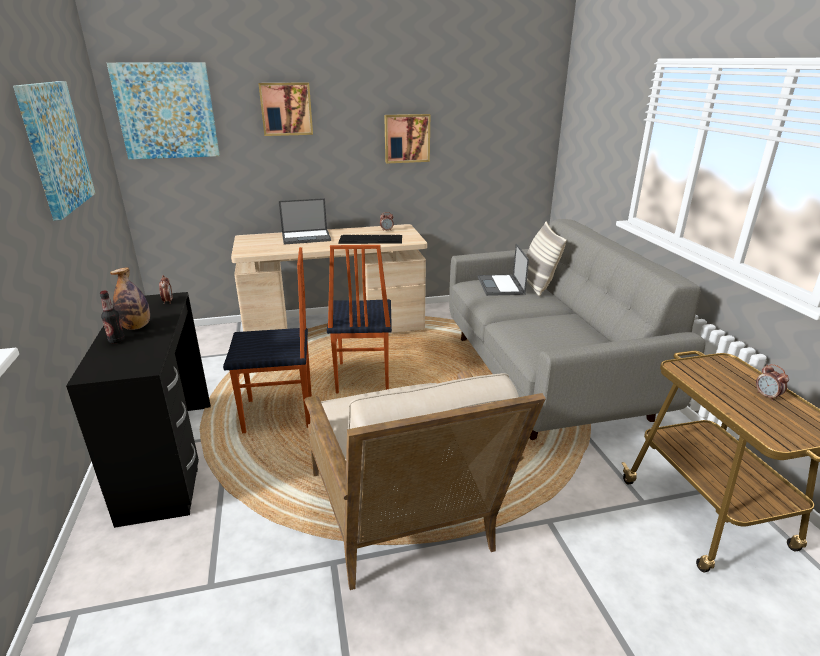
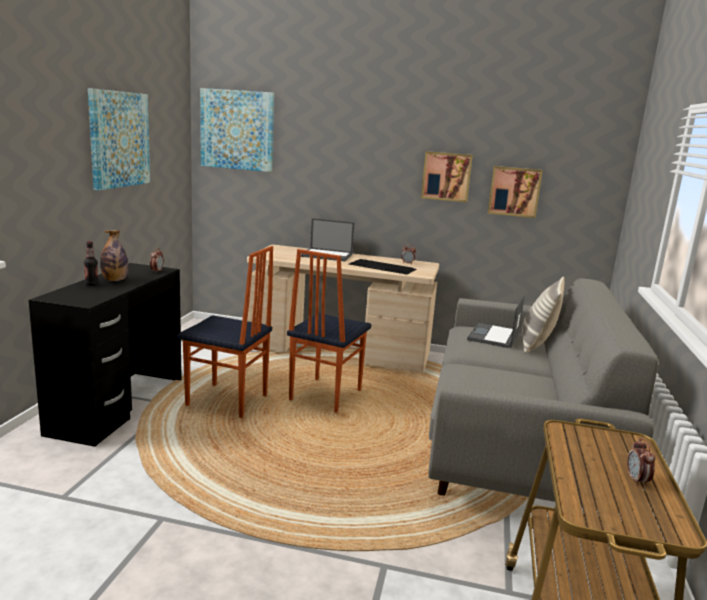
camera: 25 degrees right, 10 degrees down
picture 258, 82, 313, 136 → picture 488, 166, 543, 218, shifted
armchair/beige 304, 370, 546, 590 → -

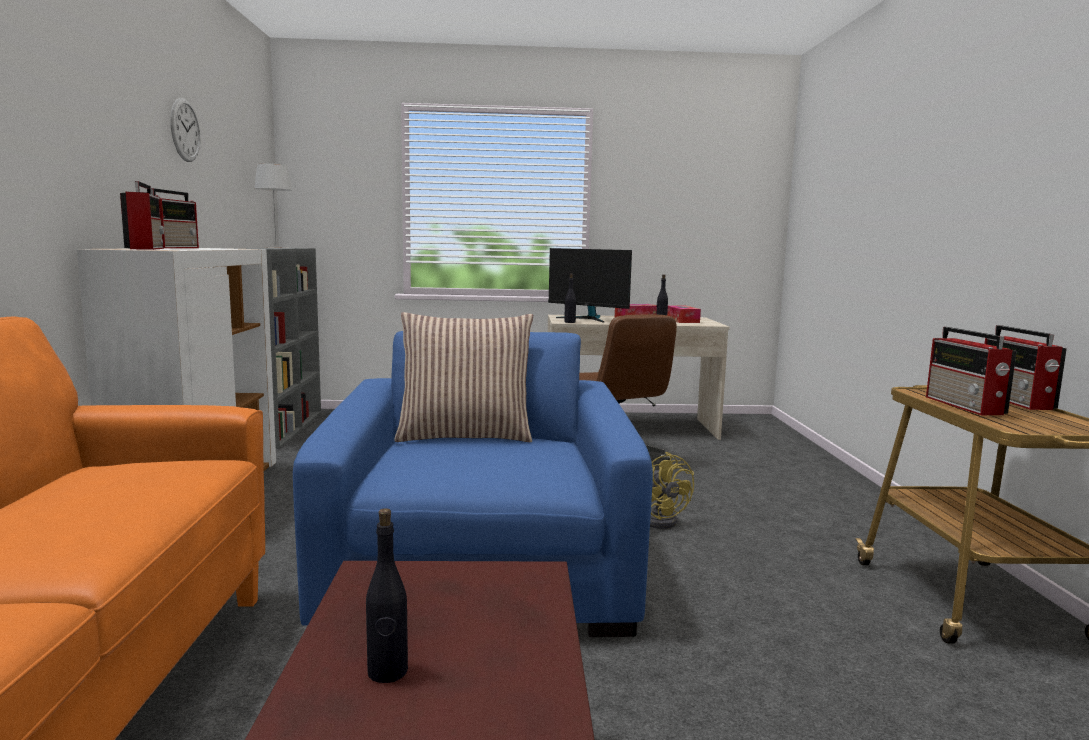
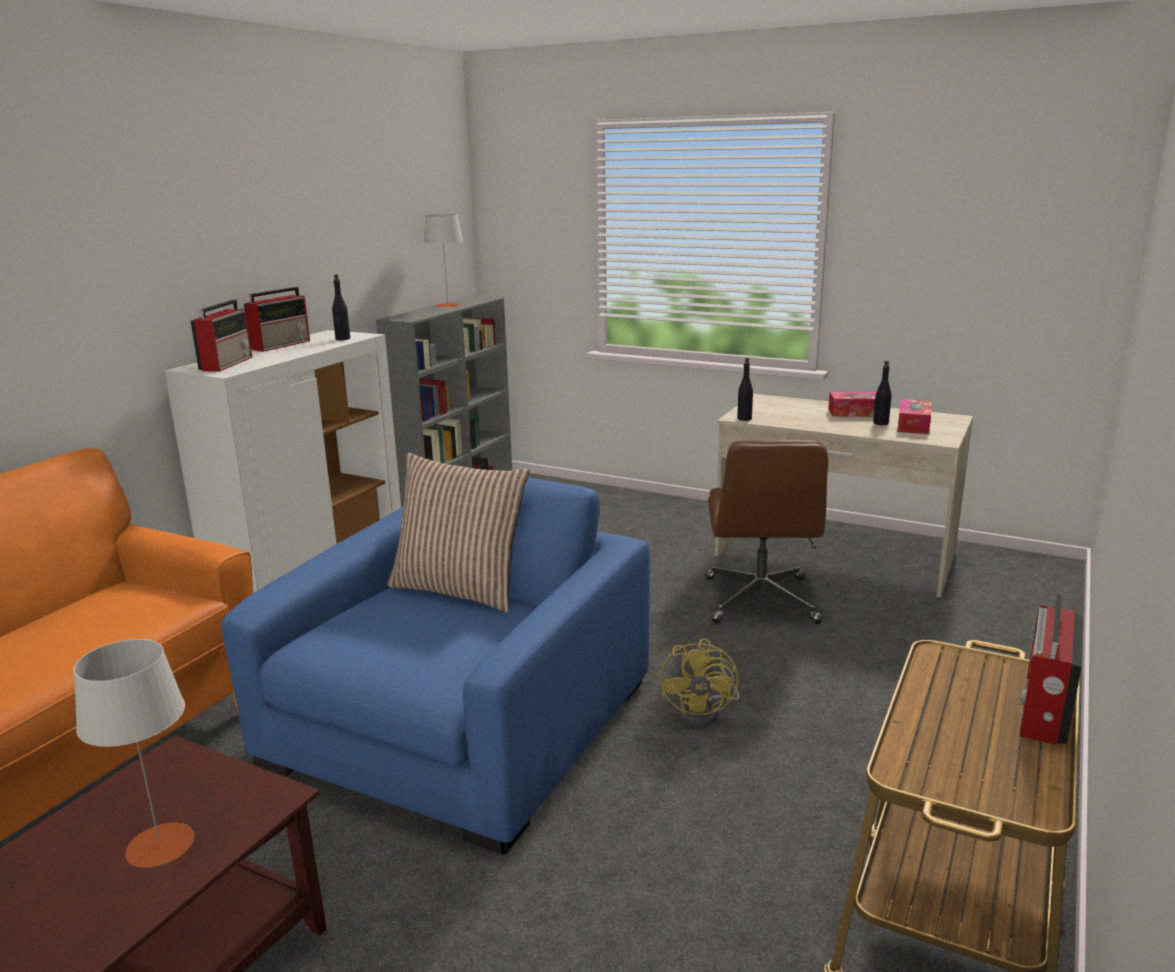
camera: 30 degrees right, 10 degrees up
- → table lamp/grey 73, 639, 194, 868
bottle/black 366, 508, 408, 683 → bottle/black 332, 274, 350, 340, shifted
wall clock 170, 98, 200, 162 → -
monitor 548, 248, 632, 322 → -
radio 926, 327, 1017, 415 → -

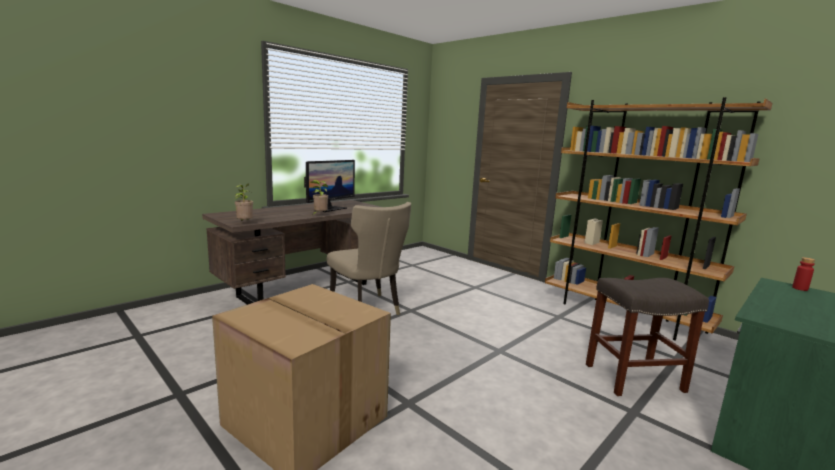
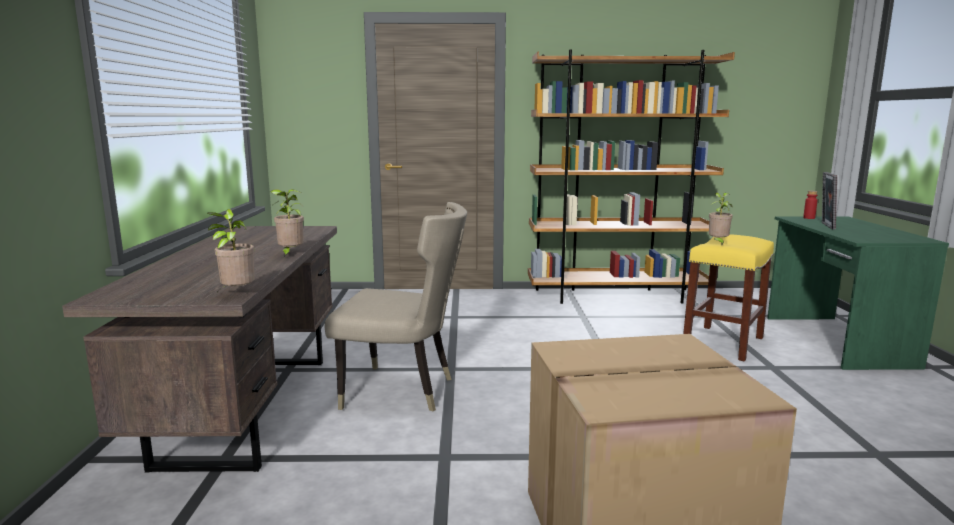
camera: 45 degrees left, 0 degrees up
stool/grey 586, 278, 709, 396 → stool/yellow 683, 234, 774, 361
- → potted plant 709, 193, 733, 245
- → picture frame 822, 172, 837, 229
monitor 304, 160, 355, 212 → -

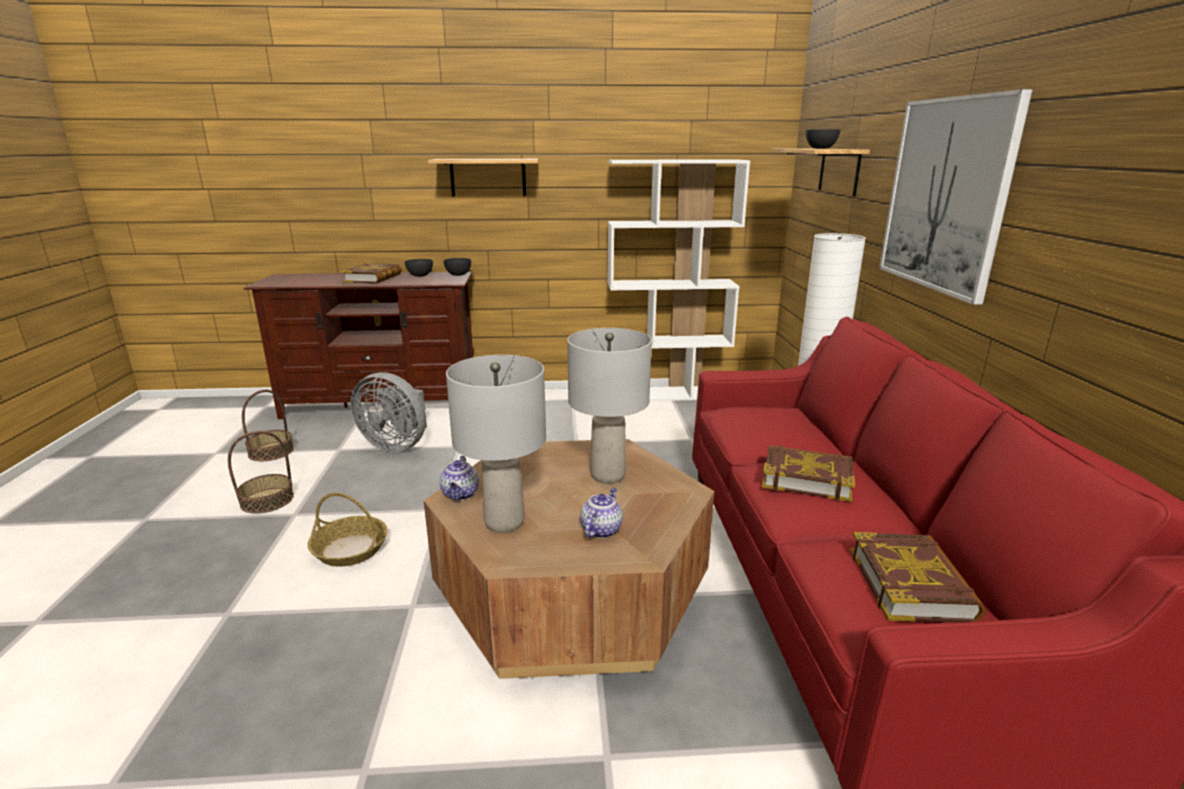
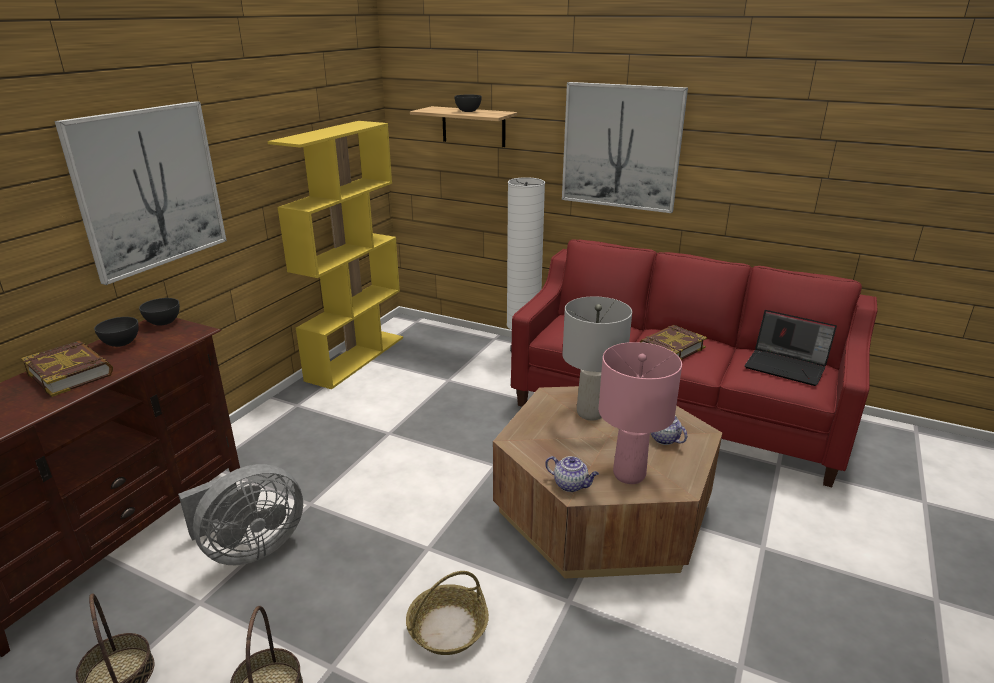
camera: 60 degrees left, 5 degrees up
shelf 428, 159, 538, 197 → picture 54, 101, 227, 285
bookcase/white 607, 159, 750, 401 → bookcase/yellow 268, 121, 403, 389
table lamp/grey 446, 355, 546, 533 → table lamp/pink 599, 342, 682, 484
book 850, 532, 986, 622 → laptop 745, 310, 837, 386

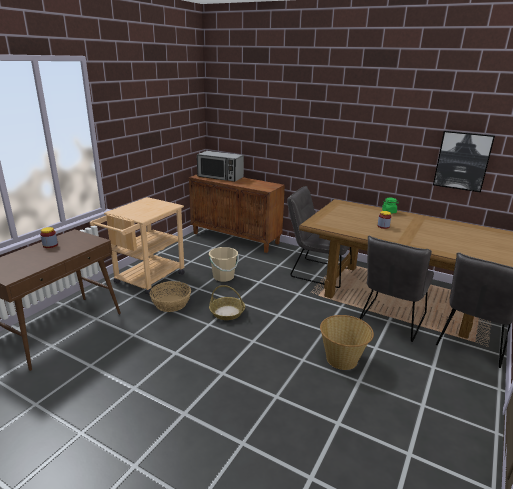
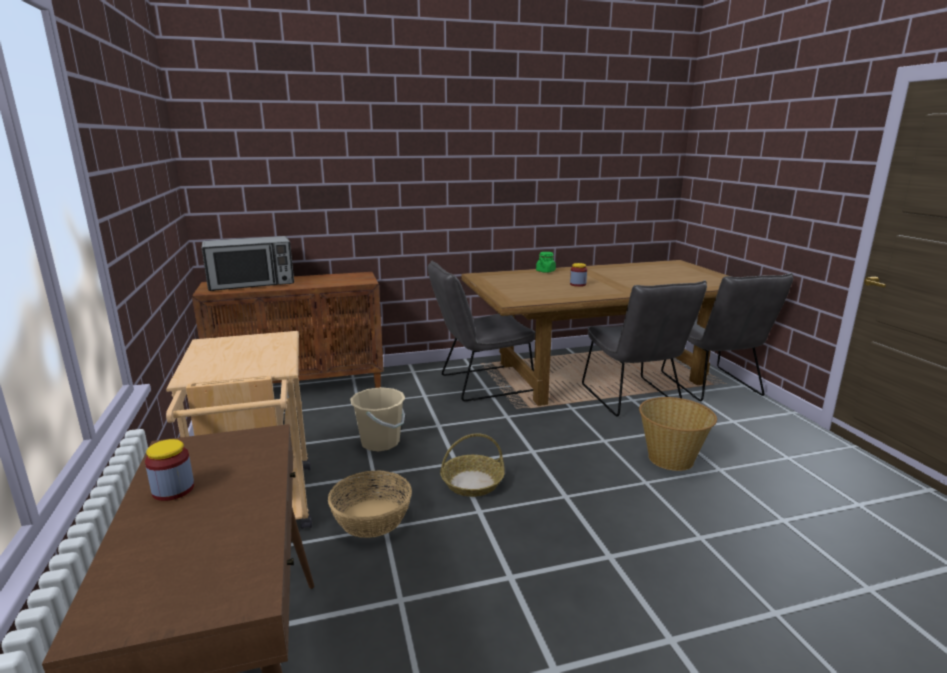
camera: 45 degrees left, 5 degrees down
picture 433, 131, 495, 192 → -

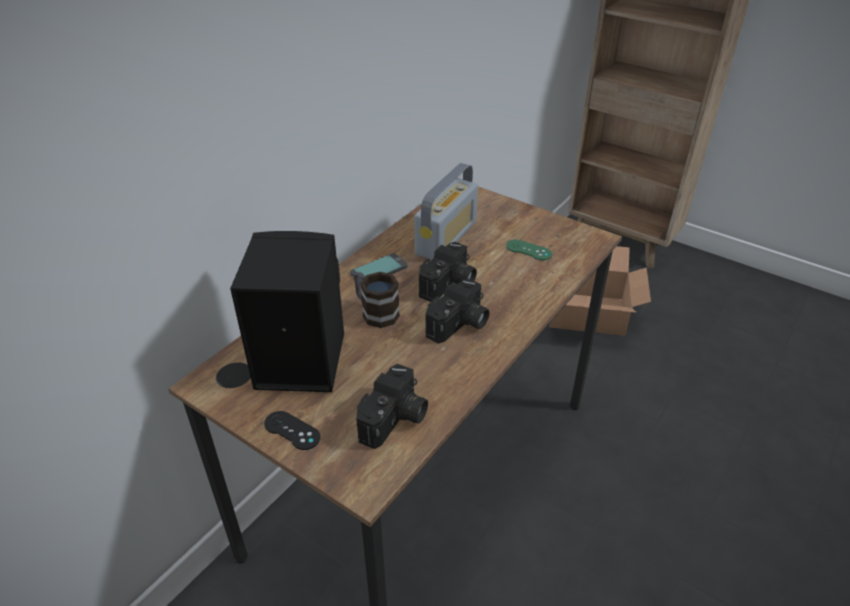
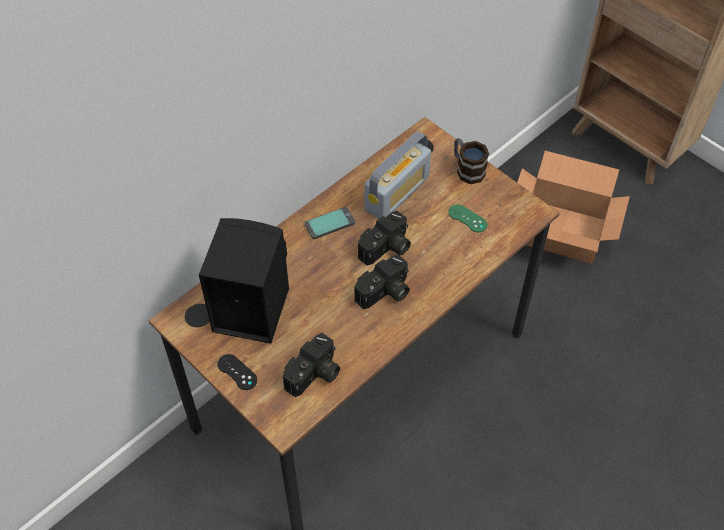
camera: 10 degrees right, 15 degrees up
mug 354, 272, 400, 328 → mug 454, 138, 489, 184, shifted

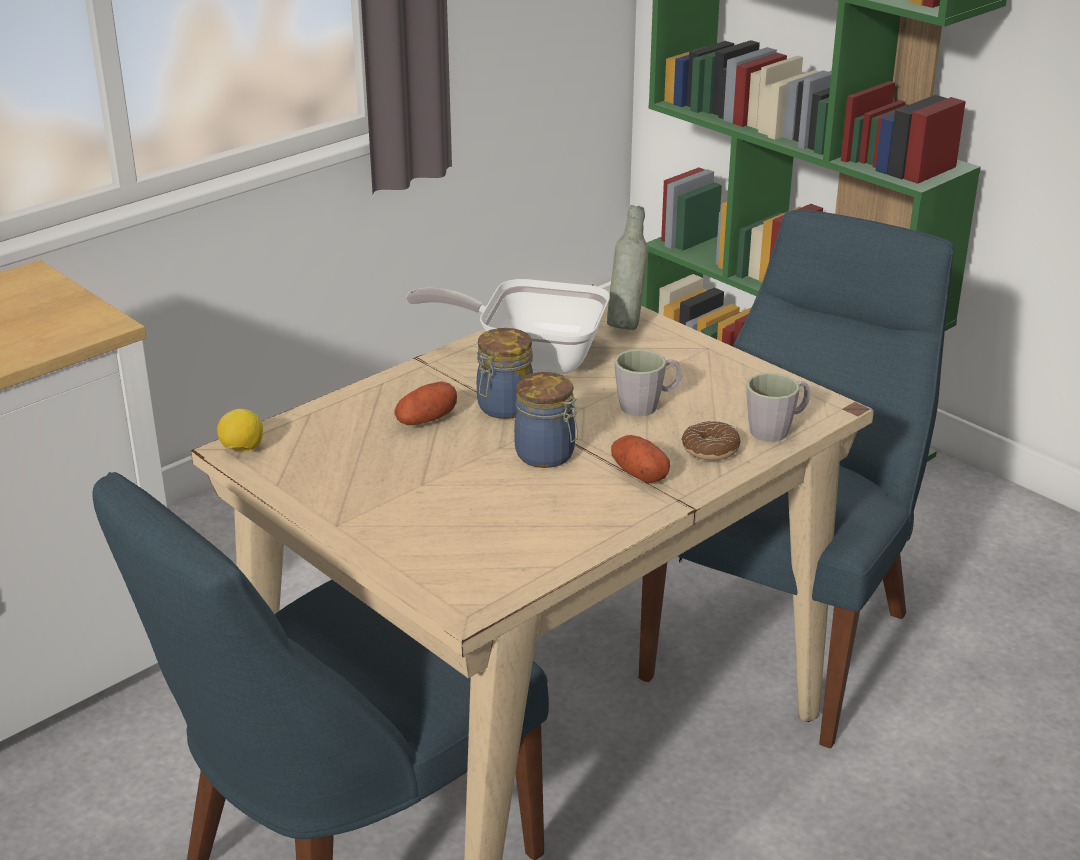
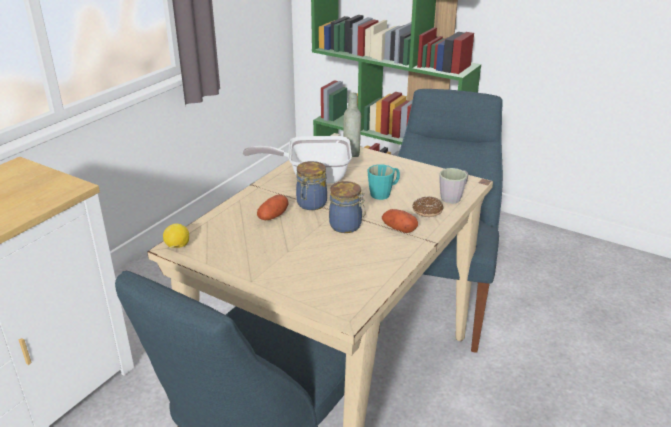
camera: 15 degrees left, 0 degrees up
mug/grey 614, 349, 682, 416 → mug/turquoise 368, 165, 400, 200

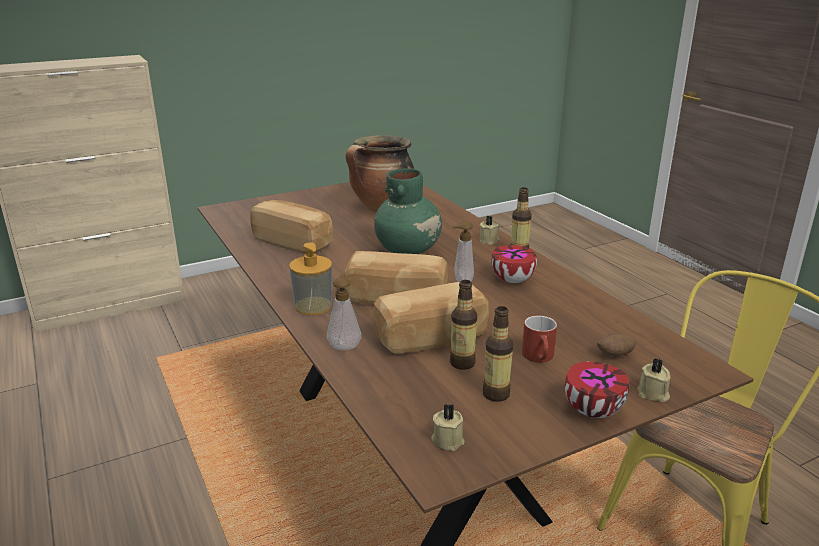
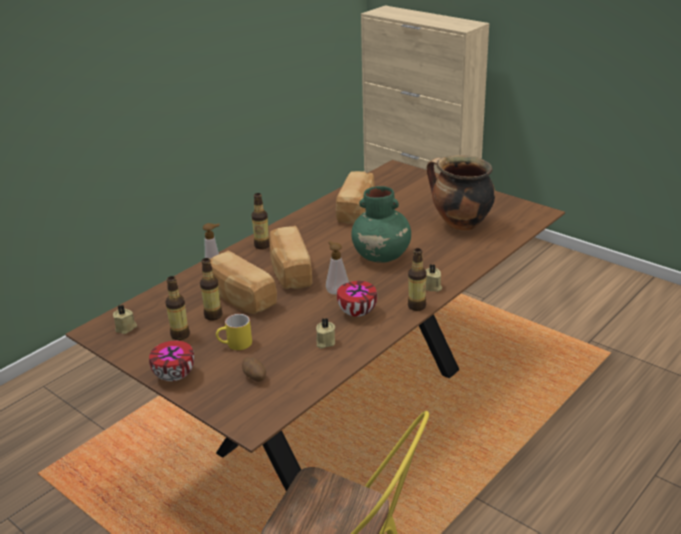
camera: 70 degrees right, 5 degrees up
mug/red 522, 316, 557, 363 → mug/yellow 216, 314, 252, 350
soap dispenser 289, 243, 332, 315 → bottle 252, 193, 270, 249
candle/beige 637, 358, 671, 402 → candle/beige 316, 318, 335, 349, shifted

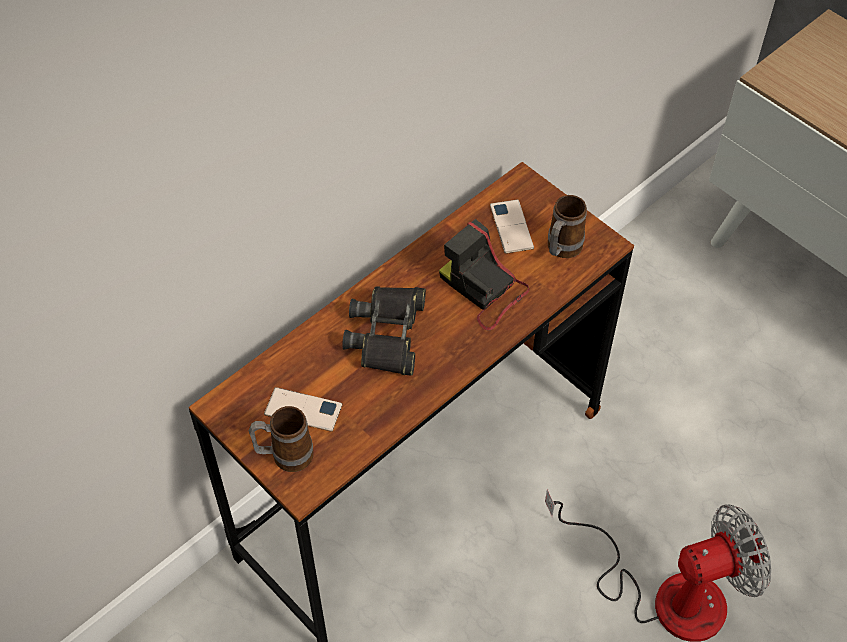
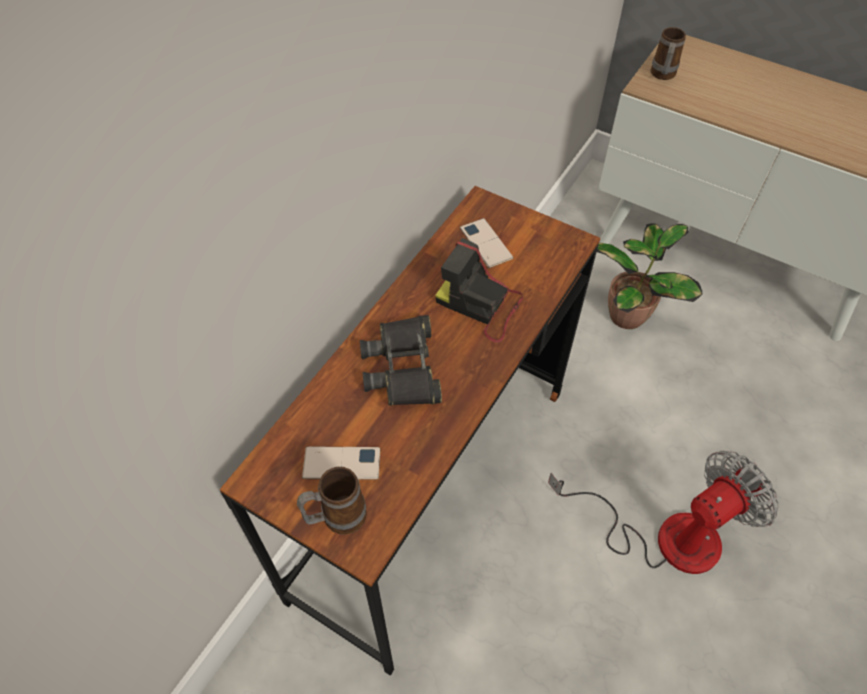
camera: 15 degrees left, 0 degrees up
- → potted plant 597, 223, 703, 329
mug 548, 195, 587, 258 → mug 651, 27, 686, 80, shifted

